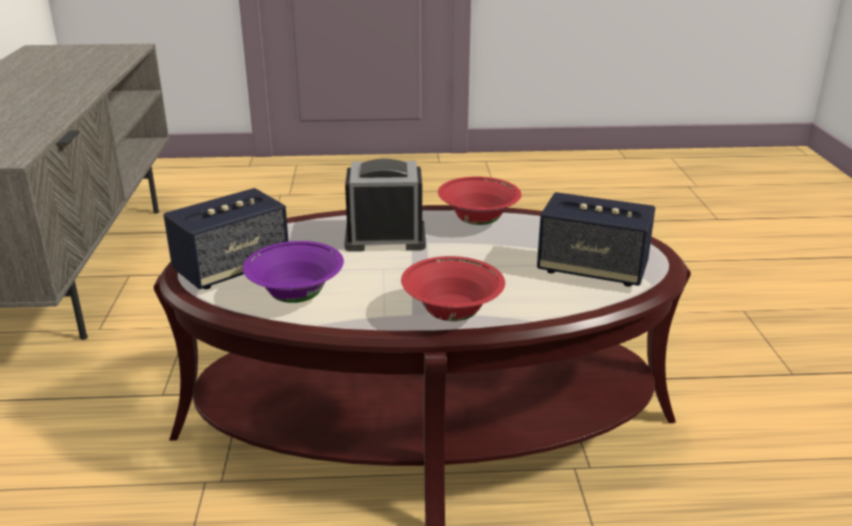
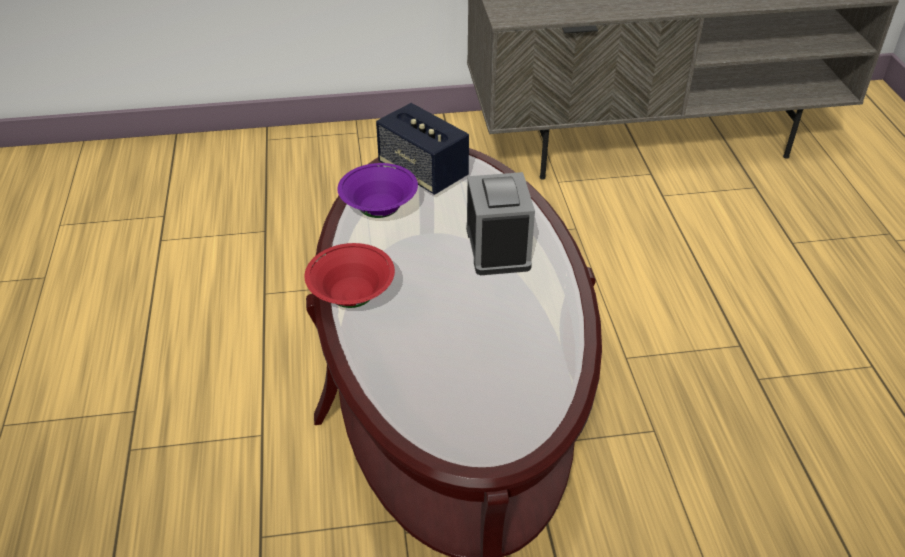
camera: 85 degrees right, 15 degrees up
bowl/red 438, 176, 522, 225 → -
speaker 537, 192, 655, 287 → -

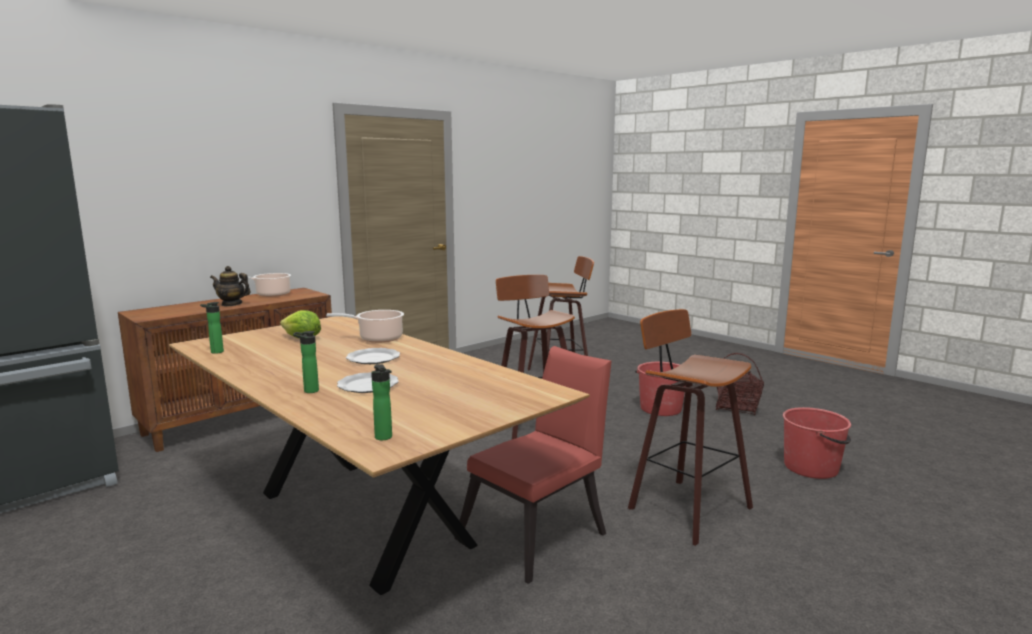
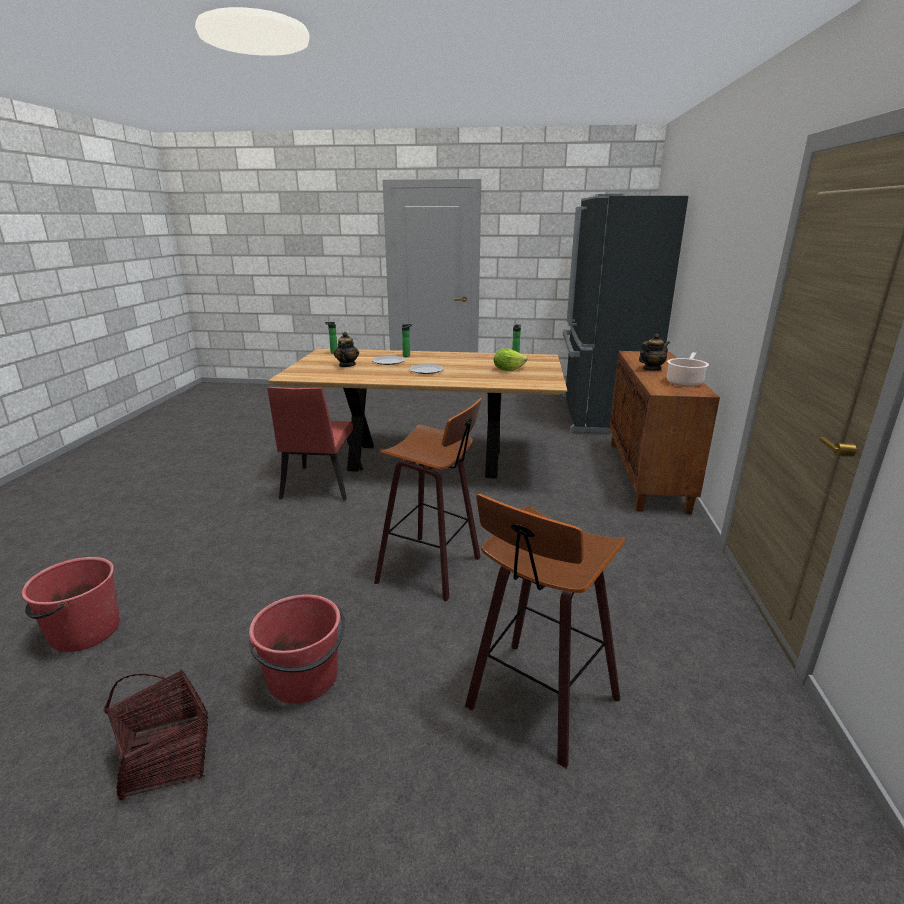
camera: 140 degrees right, 10 degrees up
- → teapot 334, 332, 359, 367
cooking pot 326, 310, 404, 343 → -
stool 628, 309, 753, 546 → -

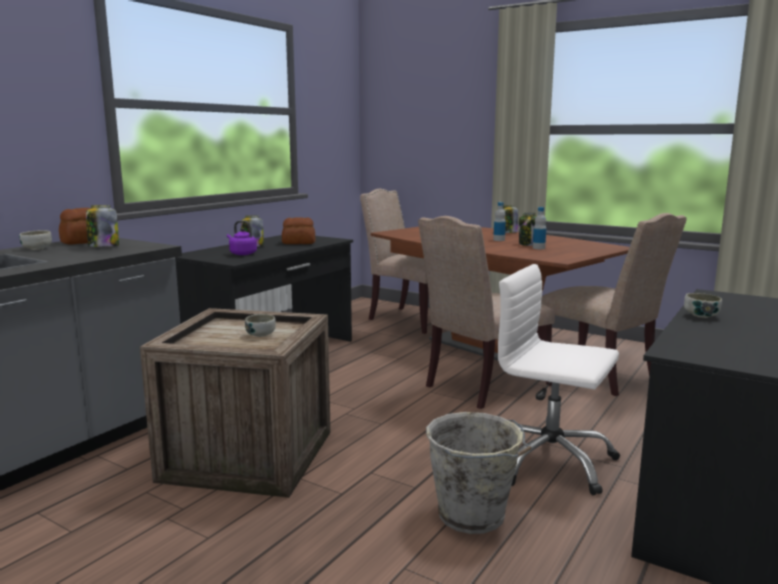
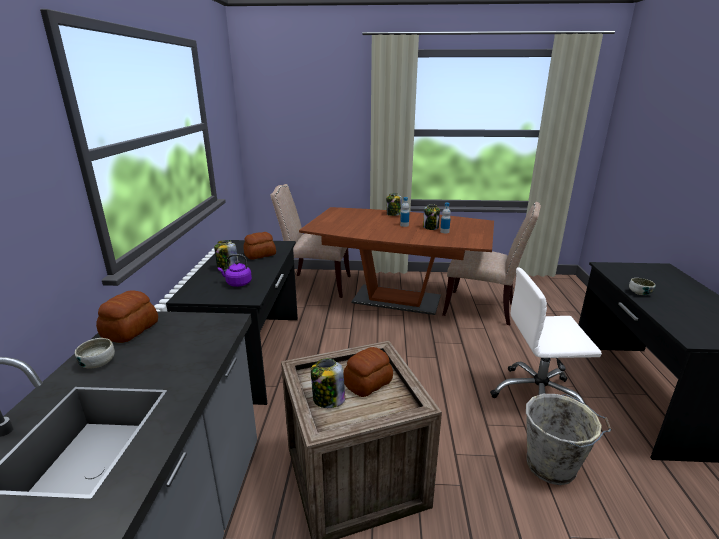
camera: 30 degrees left, 10 degrees up
jar 86, 205, 119, 247 → jar 311, 359, 345, 408, shifted
bowl 245, 314, 276, 337 → bread 343, 347, 393, 397
chair/beige 418, 216, 555, 409 → -

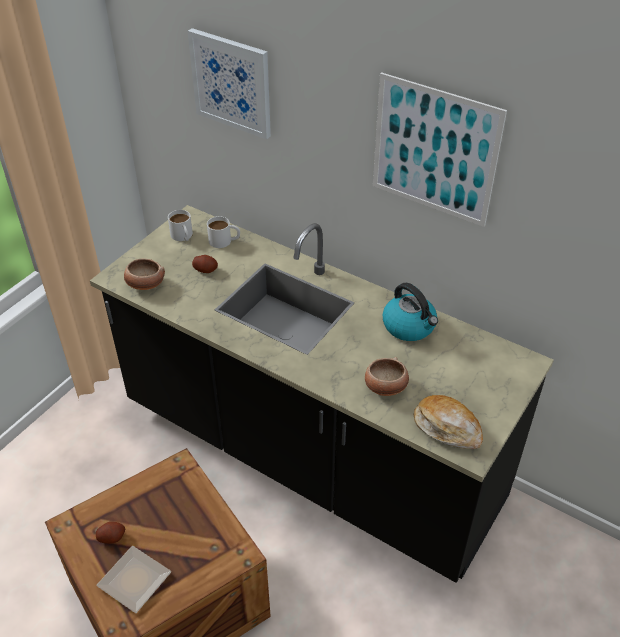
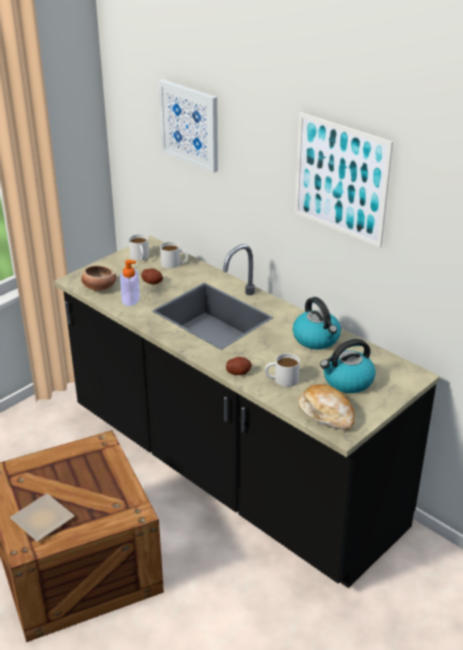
camera: 10 degrees right, 10 degrees down
- → soap dispenser 120, 260, 140, 306
potato 96, 522, 125, 544 → potato 226, 357, 252, 375, shifted
bowl 365, 357, 409, 396 → mug/white 265, 353, 300, 387
- → kettle 320, 339, 376, 393

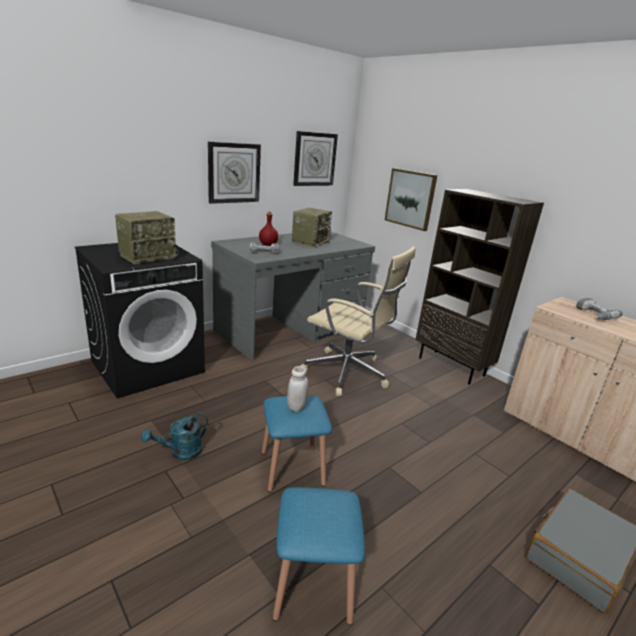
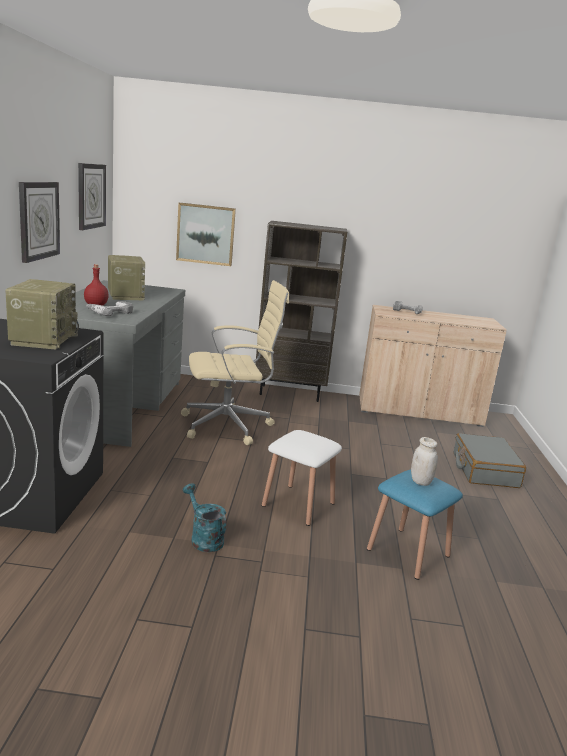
camera: 45 degrees left, 5 degrees down
watering can/turquoise 141, 413, 208, 461 → watering can/turquoise 183, 483, 226, 552, 135 degrees clockwise
stool/blue 262, 395, 332, 492 → stool/white 262, 430, 342, 526
jar/white 287, 366, 308, 412 → jar/white 411, 437, 438, 486, shifted

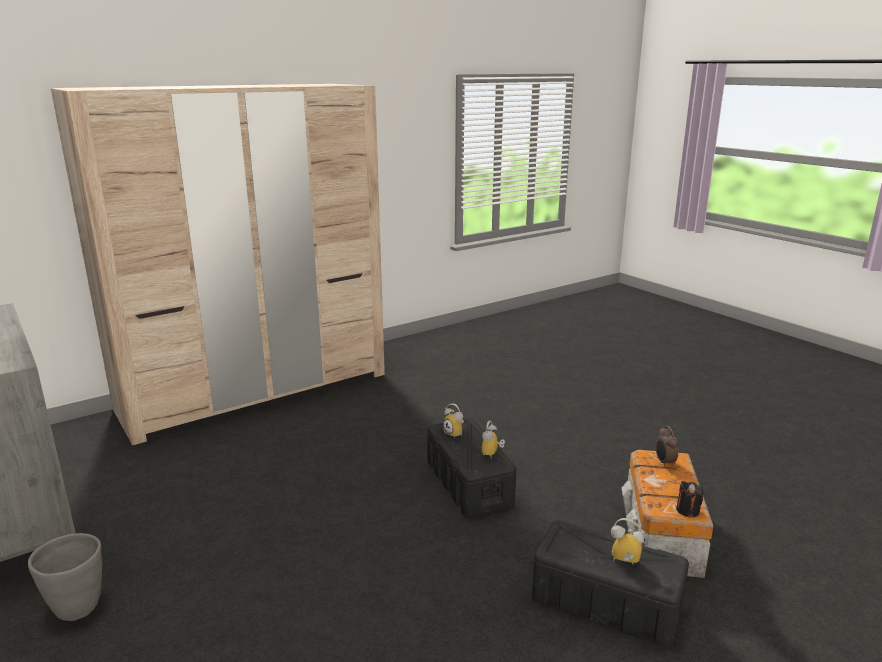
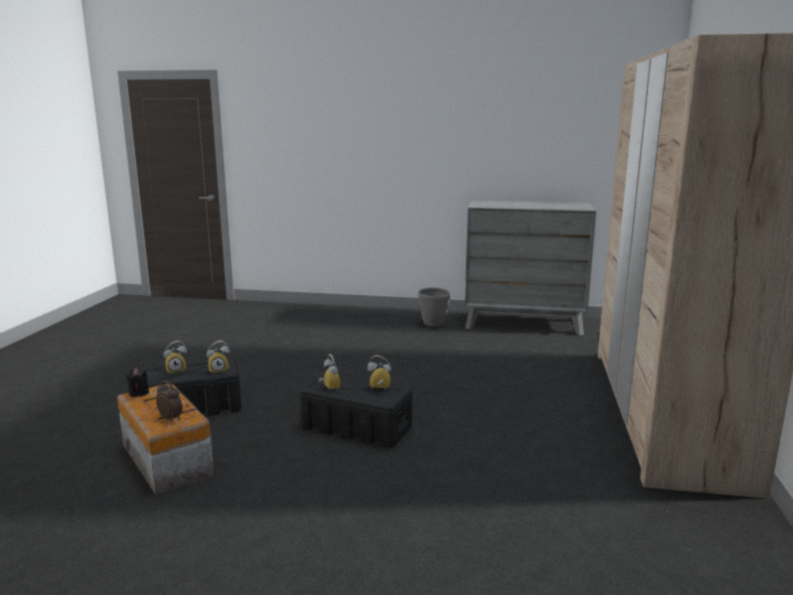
camera: 135 degrees right, 5 degrees down
- → alarm clock 207, 341, 230, 373

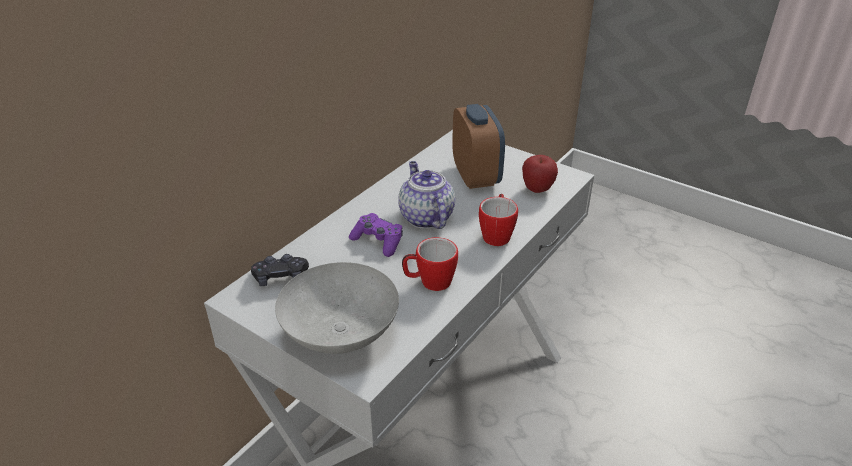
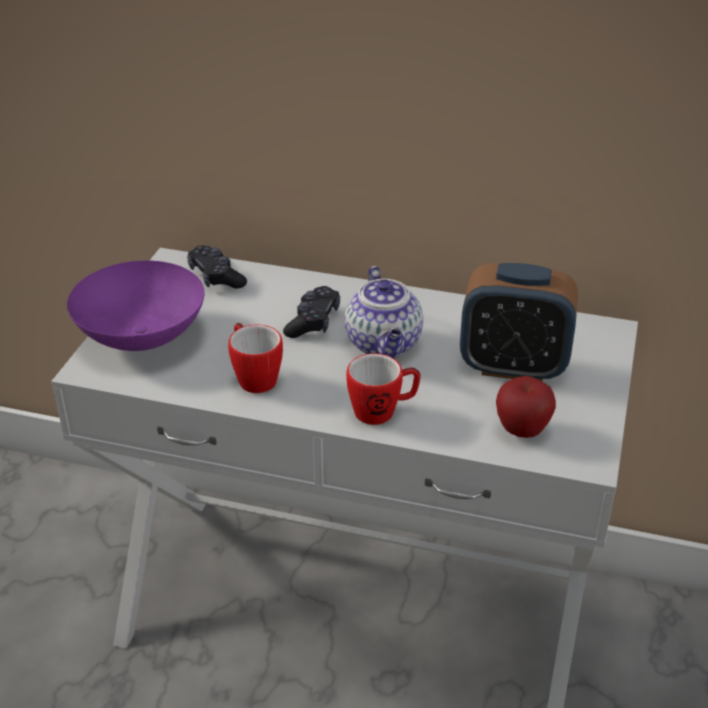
camera: 70 degrees right, 0 degrees up
bowl/grey 275, 262, 399, 354 → bowl/purple 67, 260, 204, 351
game controller/purple 349, 213, 403, 257 → game controller/black 283, 286, 340, 338
teapot 398, 161, 455, 229 → teapot 345, 266, 423, 359, 120 degrees clockwise
alarm clock 452, 104, 505, 189 → alarm clock 460, 263, 578, 381, 45 degrees clockwise

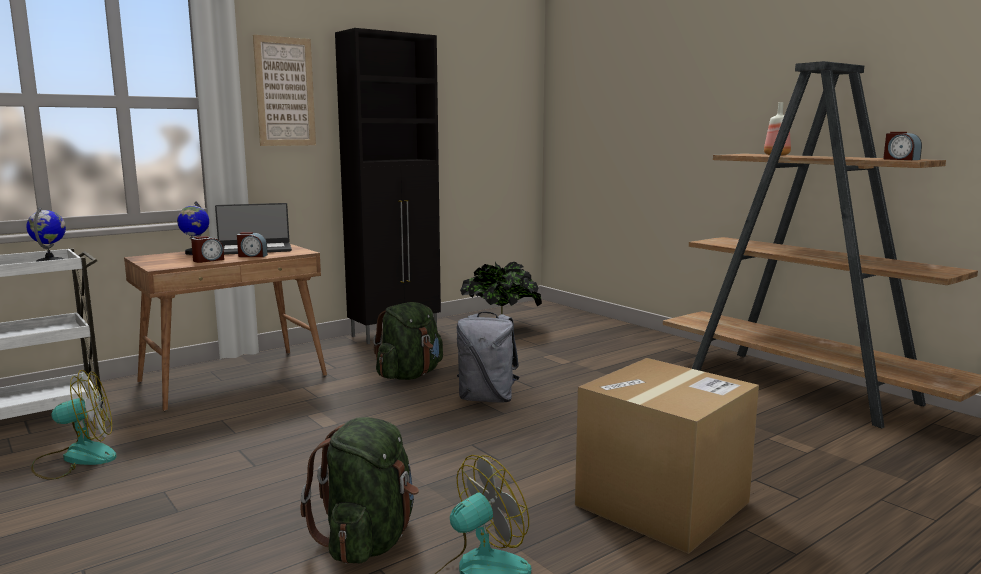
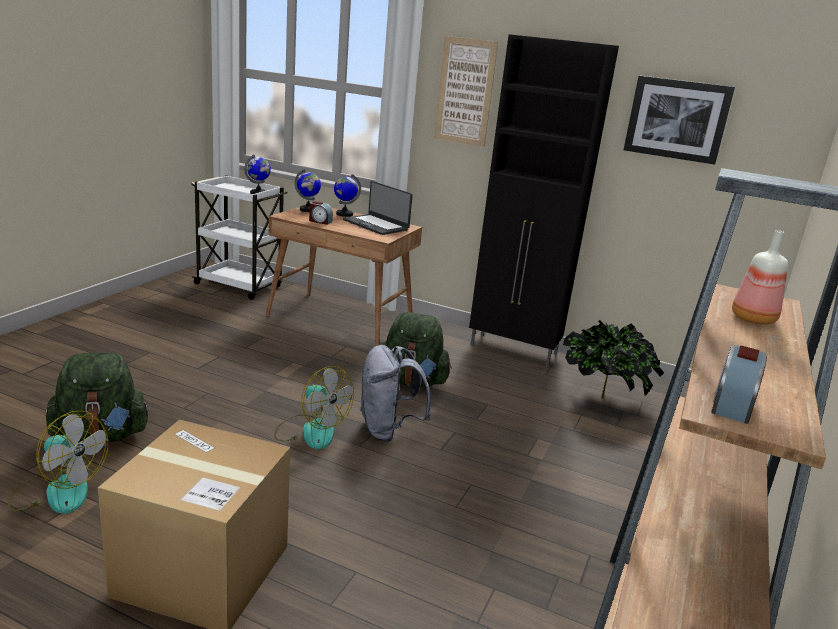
camera: 60 degrees right, 10 degrees up
fan 31, 370, 117, 480 → fan 274, 366, 354, 449, shifted
- → globe 295, 169, 321, 212
- → picture 624, 75, 735, 165
alarm clock 237, 232, 268, 257 → -

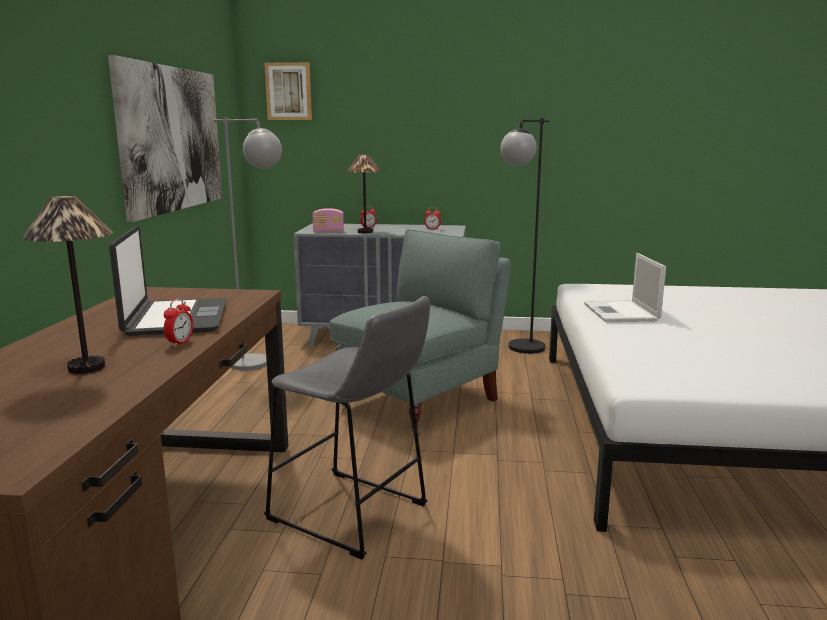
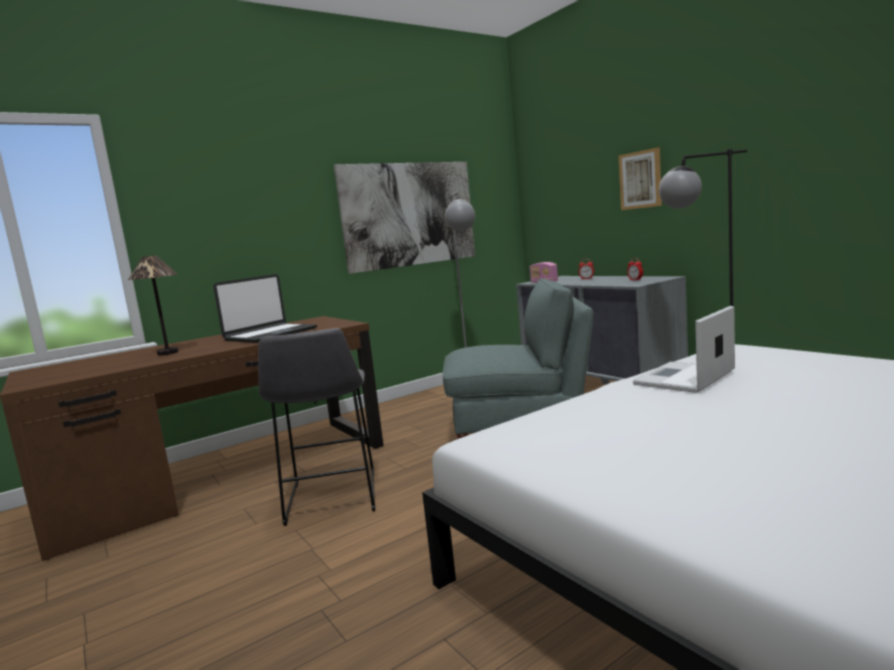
camera: 50 degrees right, 5 degrees down
picture 264, 62, 312, 120 → picture 619, 148, 662, 210, shifted
alarm clock 164, 298, 193, 347 → -
table lamp 346, 154, 382, 233 → -

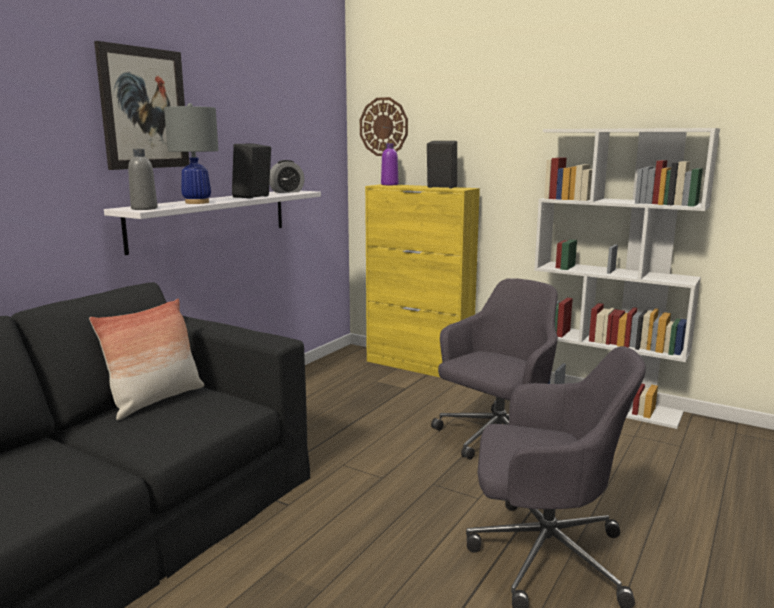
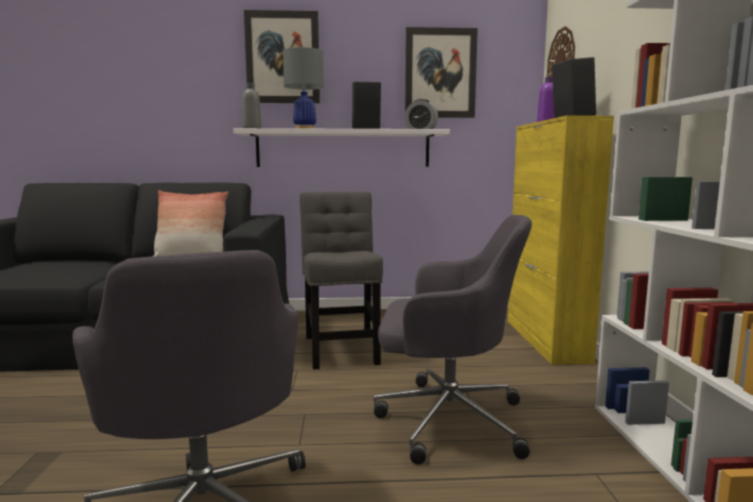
camera: 55 degrees right, 5 degrees down
- → chair/grey 300, 192, 383, 370
- → picture 405, 27, 478, 118

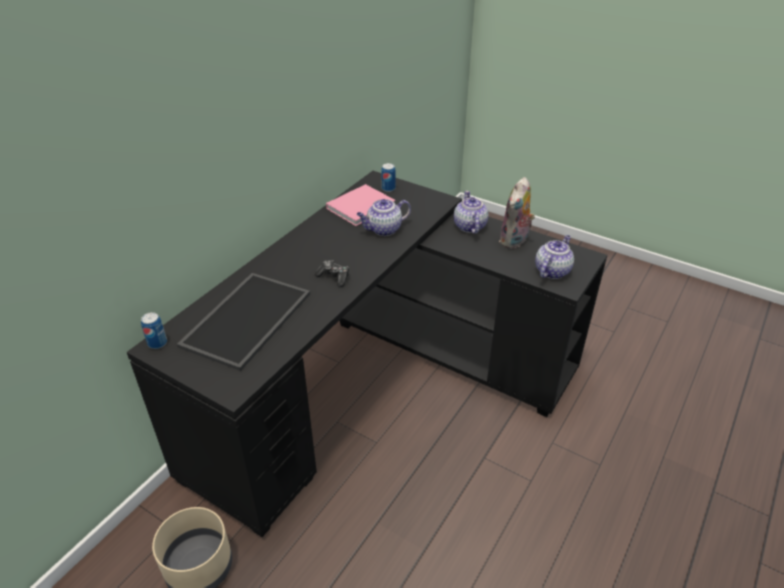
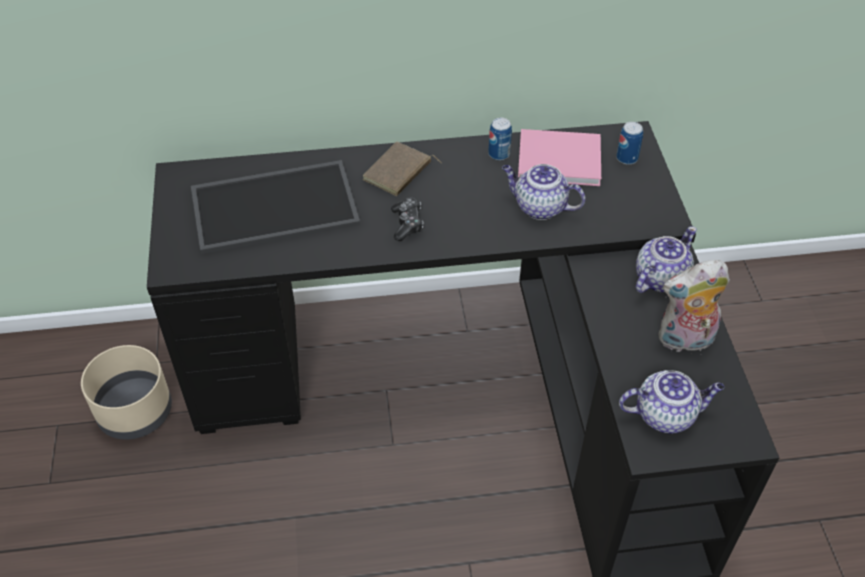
camera: 50 degrees right, 10 degrees up
- → book/brown 363, 142, 442, 196
can 141, 312, 167, 349 → can 488, 118, 512, 160, shifted

